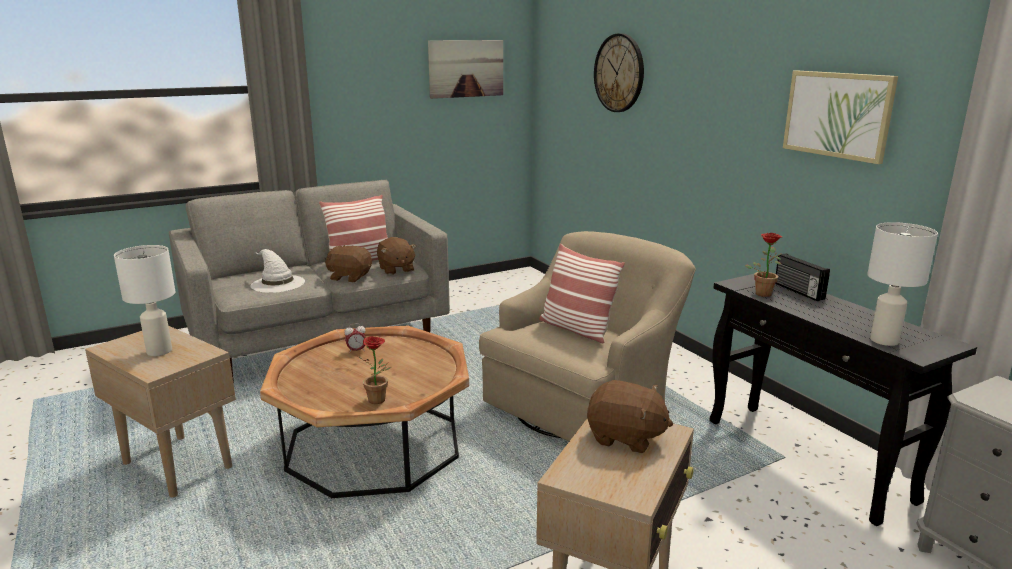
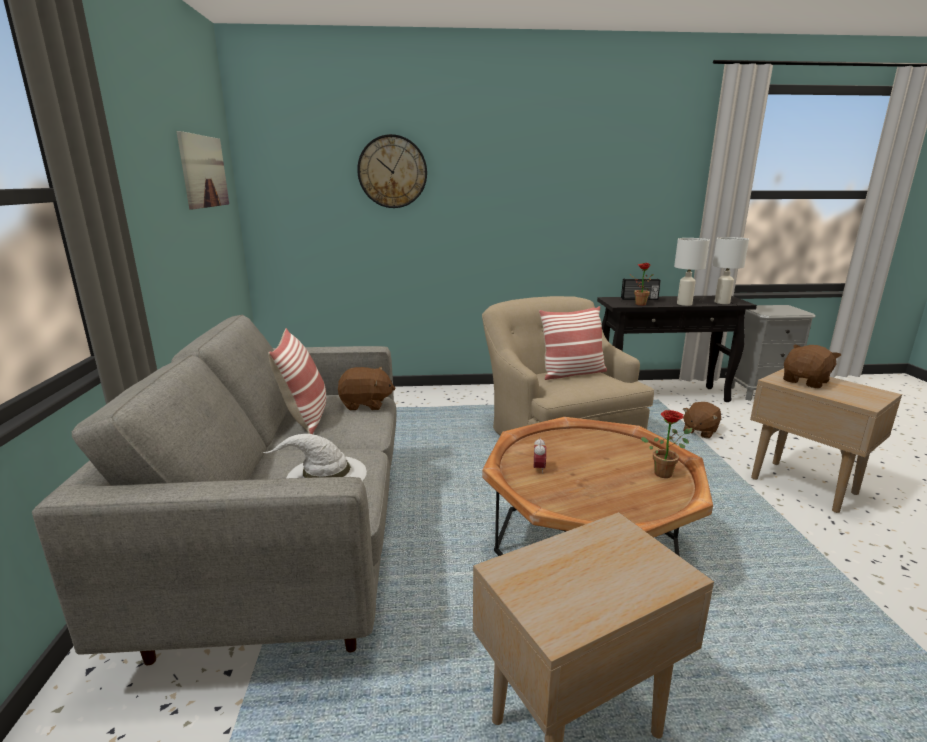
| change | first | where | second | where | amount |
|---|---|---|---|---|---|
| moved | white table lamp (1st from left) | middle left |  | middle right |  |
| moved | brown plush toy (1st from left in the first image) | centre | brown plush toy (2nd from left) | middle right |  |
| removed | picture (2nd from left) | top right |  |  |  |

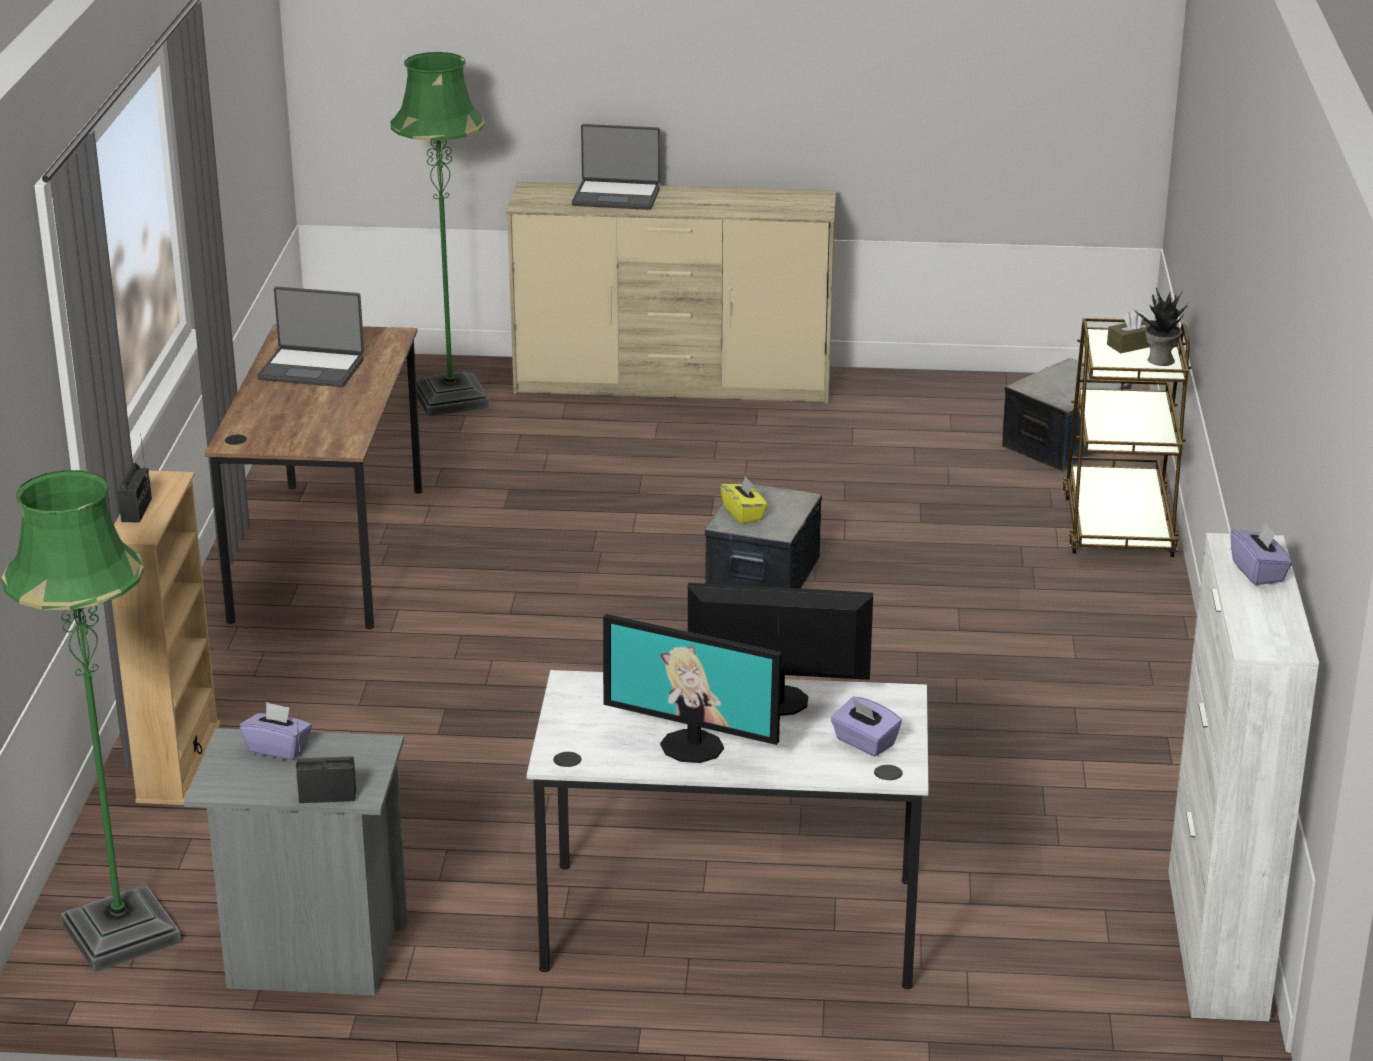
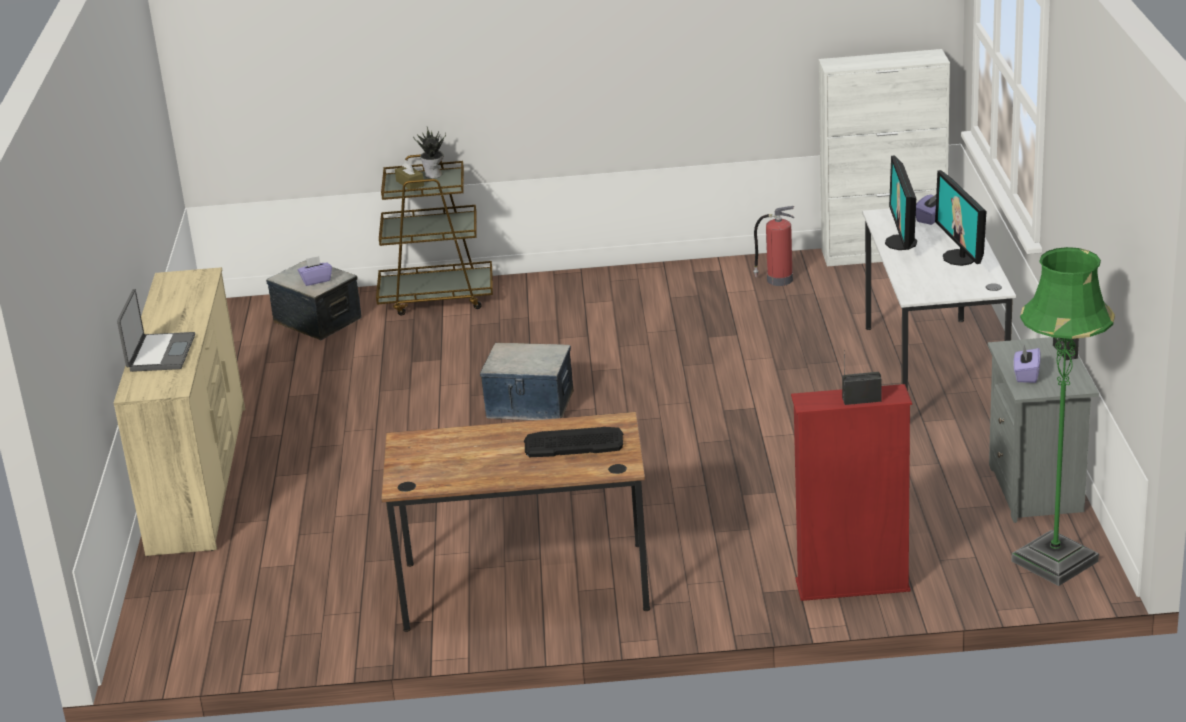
| change | first | where | second | where | amount |
|---|---|---|---|---|---|
| moved | purple tissue box (3rd from left in the first image) | middle right | purple tissue box (1st from left) | middle left |  |
| added |  |  | keyboard | centre |  |
| added |  |  | fire extinguisher | centre |  |
| recoloured | beige bookcase | middle left | red bookcase | bottom right |  |
| turned | monitor (1st from left in the first image) | centre | monitor (2nd from left) | top right | 150 degrees clockwise |
| removed | laptop (1st from left) | top left |  |  |  |
| removed | green floor lamp (2nd from left) | top left |  |  |  |
| removed | yellow tissue box | centre |  |  |  |

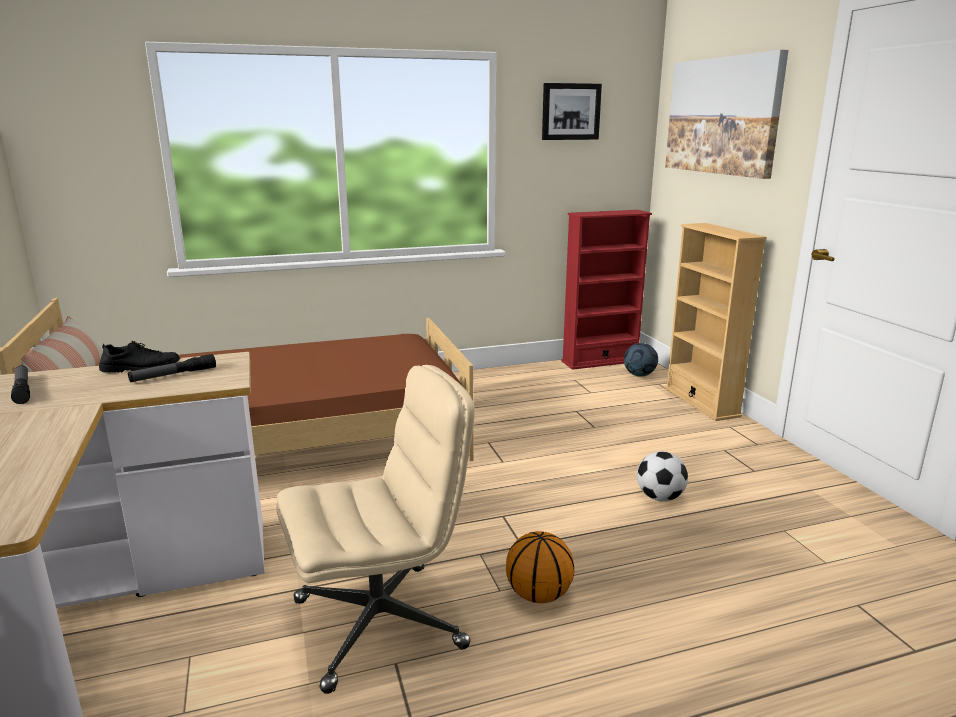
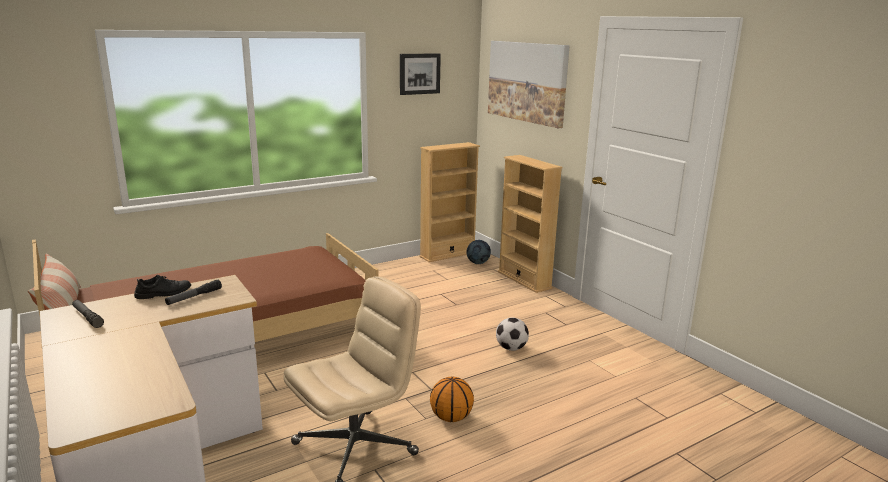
| change | first | where | second | where | amount |
|---|---|---|---|---|---|
| recoloured | red bookcase | centre | beige bookcase (1st from left) | centre |  |

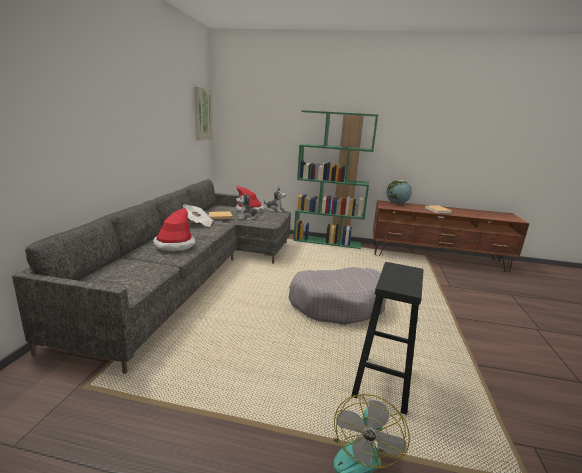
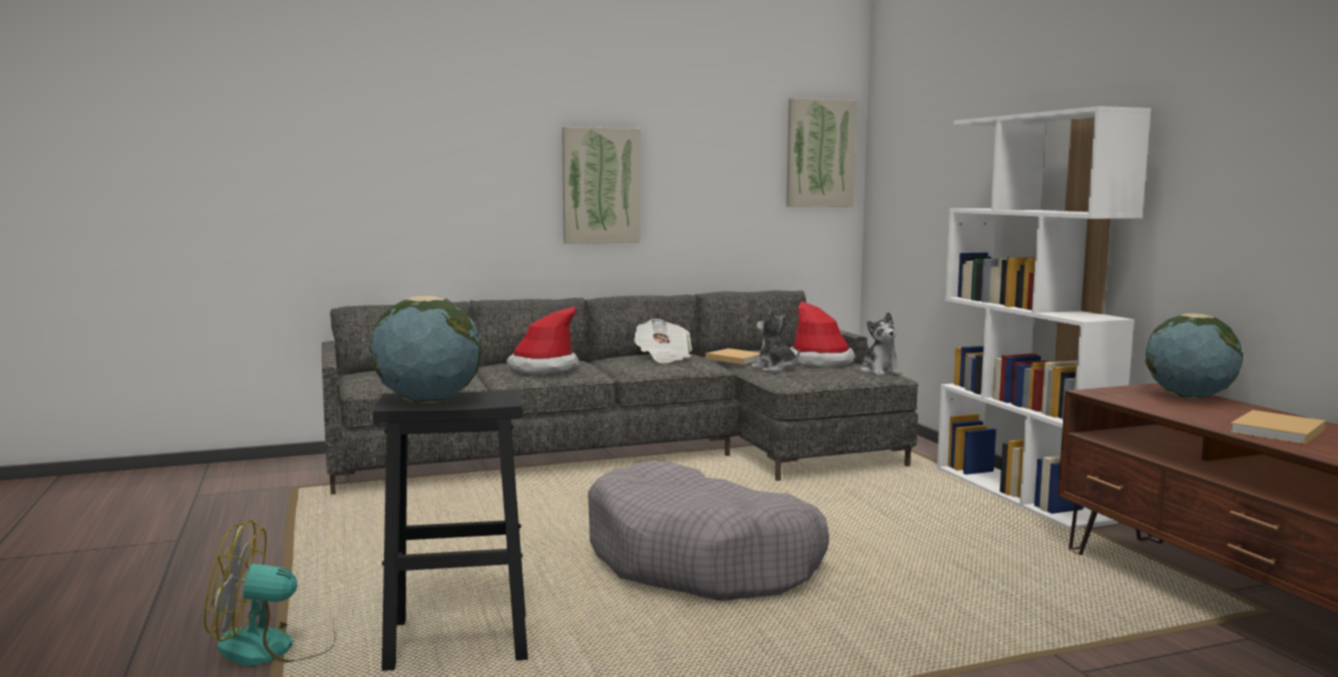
| change | first | where | second | where | amount |
|---|---|---|---|---|---|
| added |  |  | globe (1st from left) | middle left |  |
| added |  |  | picture (1st from left) | top centre |  |
| recoloured | green bookcase | centre | white bookcase | middle right |  |

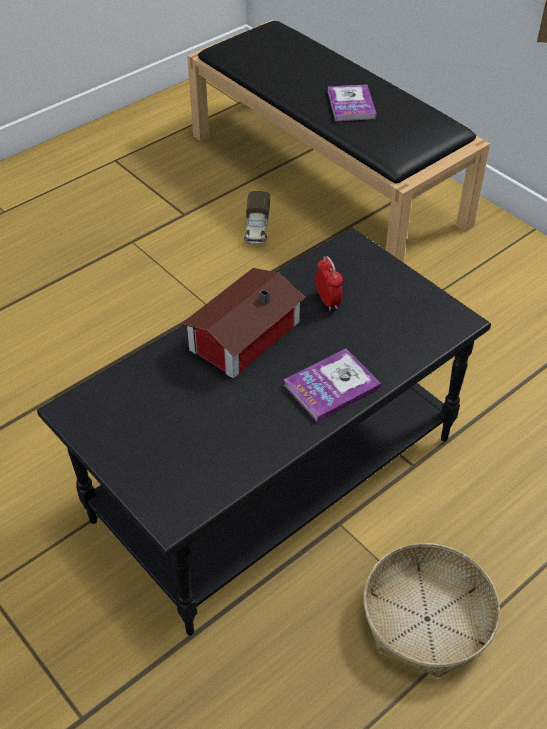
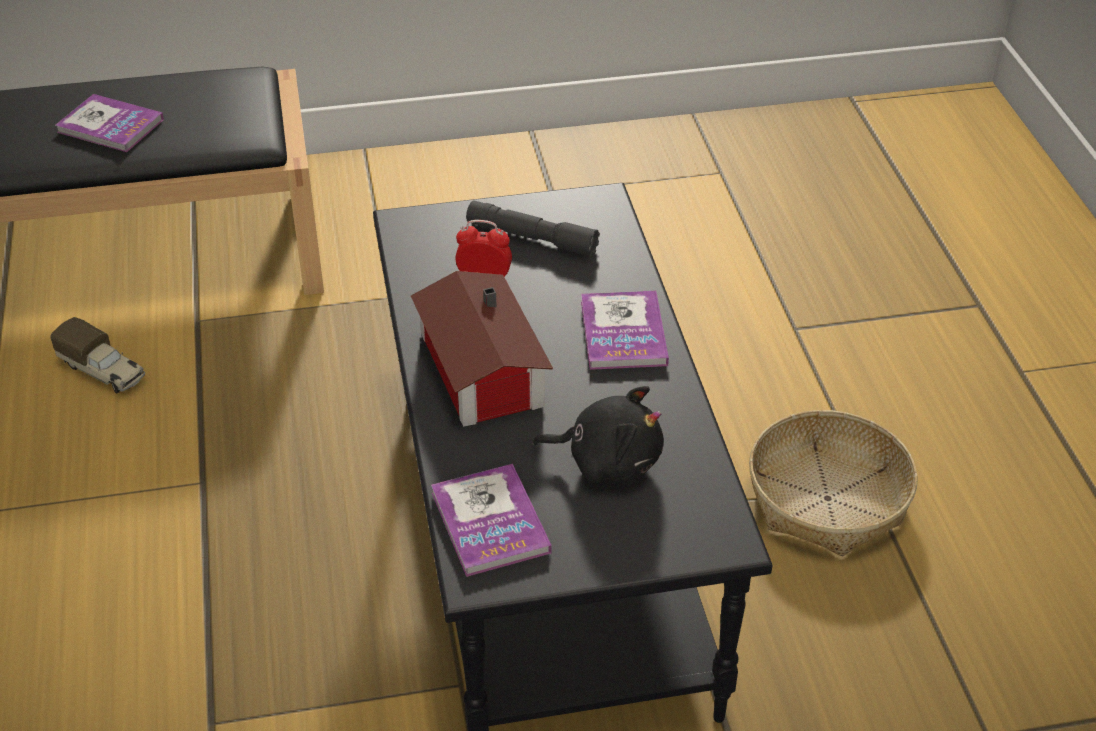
| change | first | where | second | where | amount |
|---|---|---|---|---|---|
| added |  |  | book (2nd from left) | bottom centre |  |
| added |  |  | grey flashlight | top centre |  |
| added |  |  | black plush toy | centre |  |

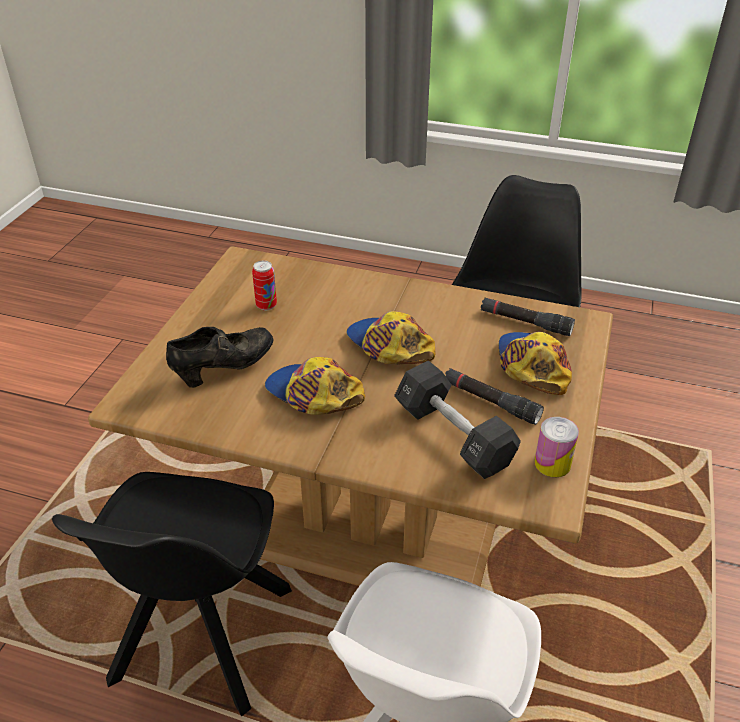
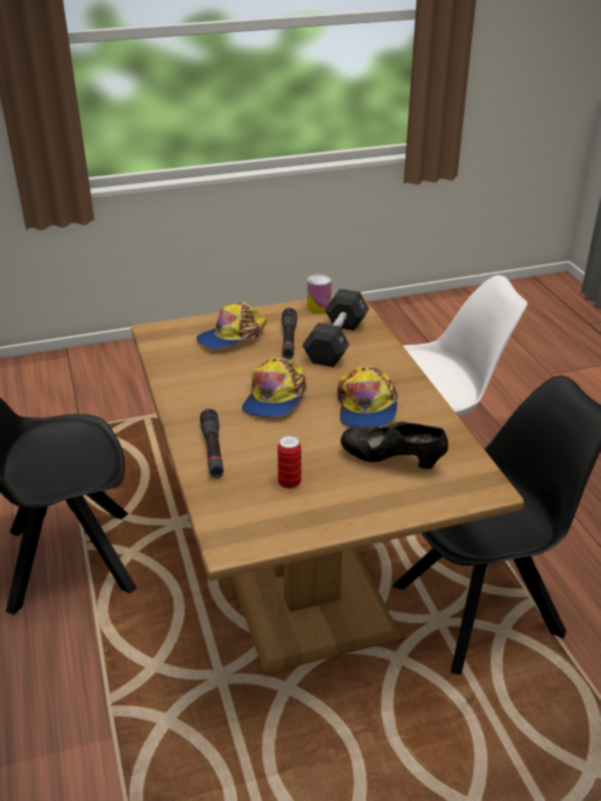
| change | first | where | second | where | amount |
|---|---|---|---|---|---|
| moved | black flashlight (2nd from left in the first image) | middle right | black flashlight (1st from left) | centre |  |

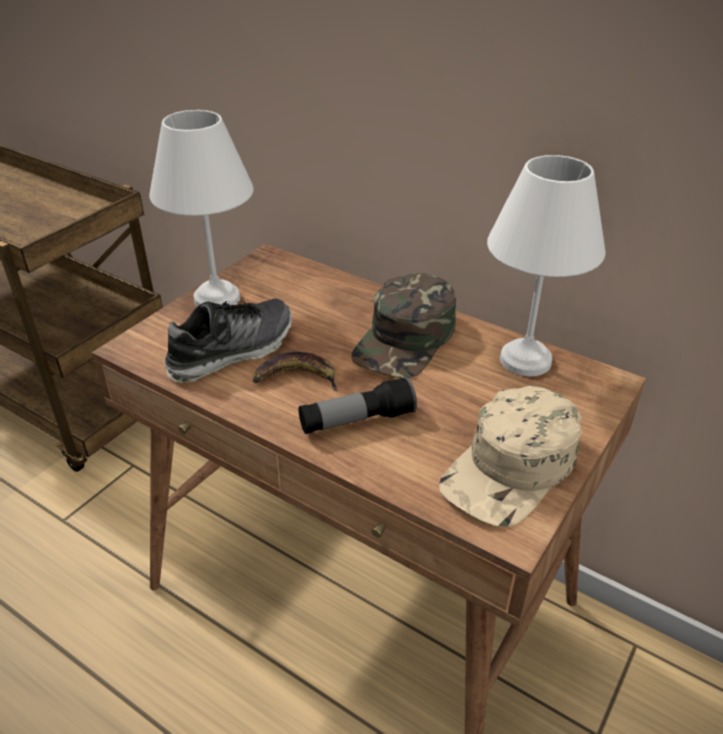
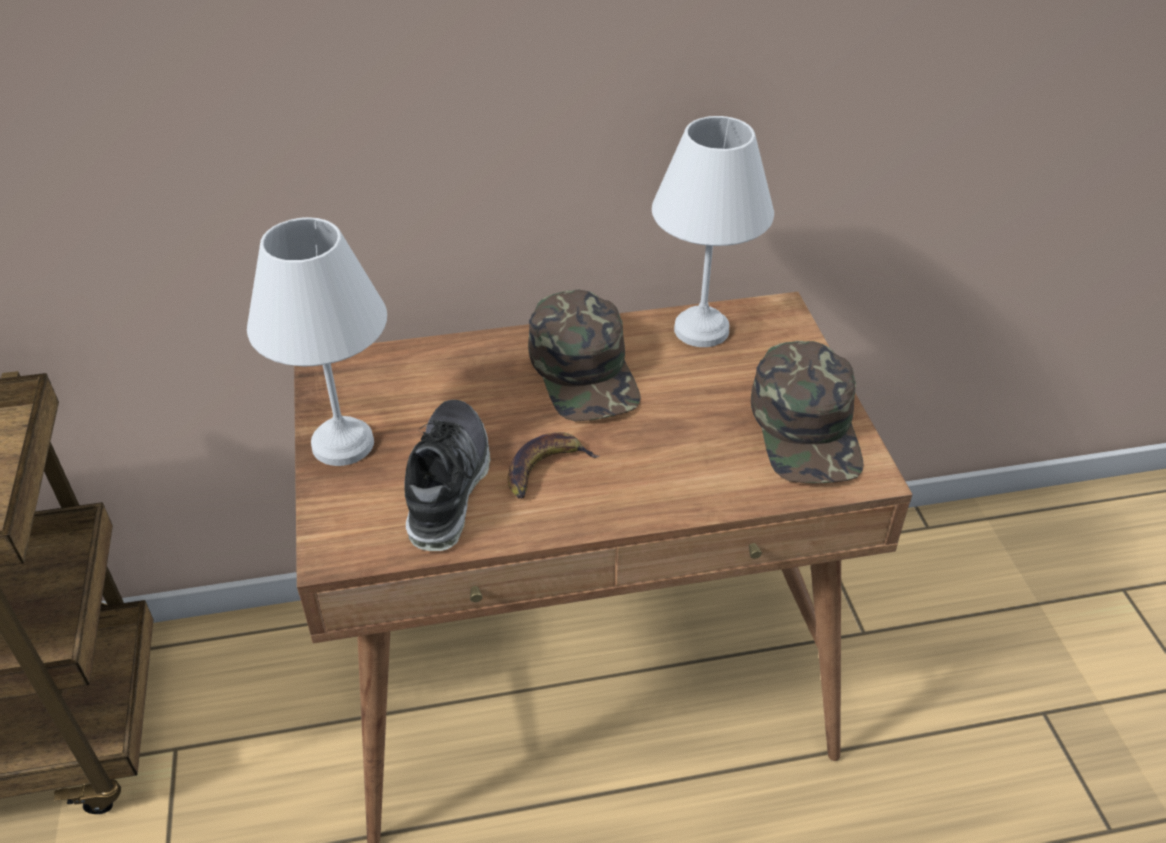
| change | first | where | second | where | amount |
|---|---|---|---|---|---|
| recoloured | beige cap | middle right | green cap (2nd from left) | middle right |  |
| removed | flashlight | centre |  |  |  |

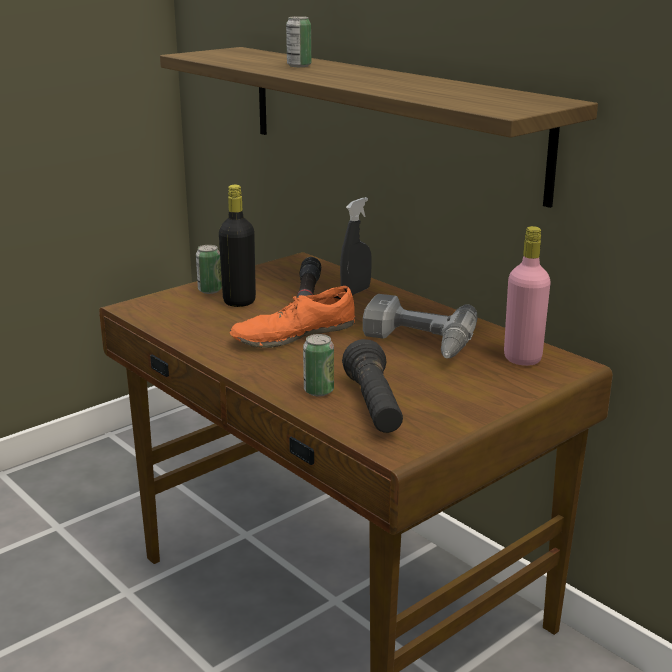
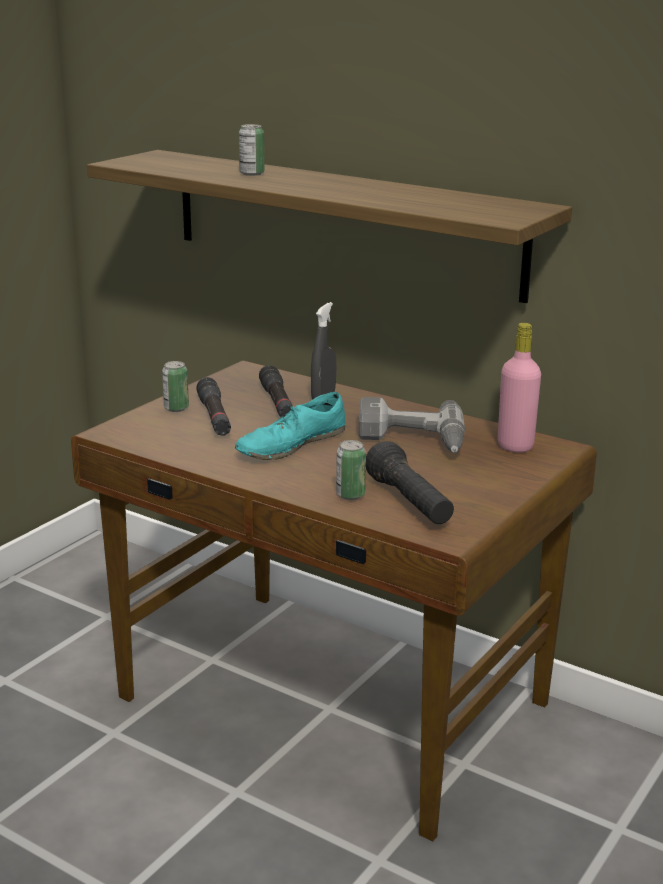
| change | first | where | second | where | amount |
|---|---|---|---|---|---|
| replaced | black bottle | centre | black flashlight (1st from left) | middle left |  |
| recoloured | orange shoe | centre | turquoise shoe | centre |  |

